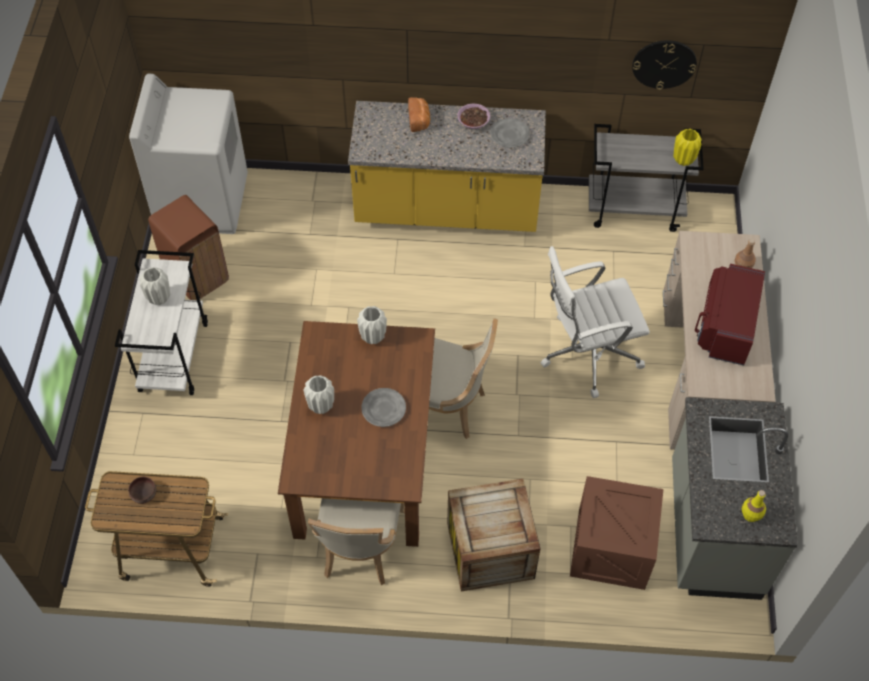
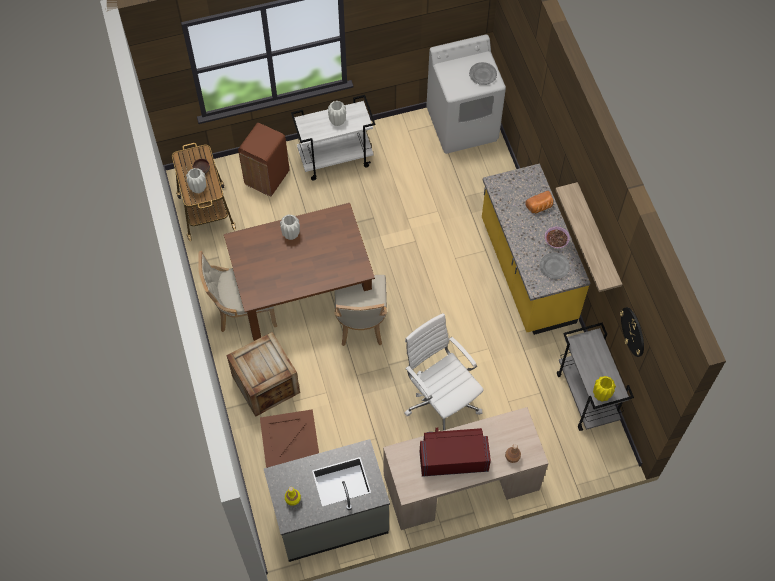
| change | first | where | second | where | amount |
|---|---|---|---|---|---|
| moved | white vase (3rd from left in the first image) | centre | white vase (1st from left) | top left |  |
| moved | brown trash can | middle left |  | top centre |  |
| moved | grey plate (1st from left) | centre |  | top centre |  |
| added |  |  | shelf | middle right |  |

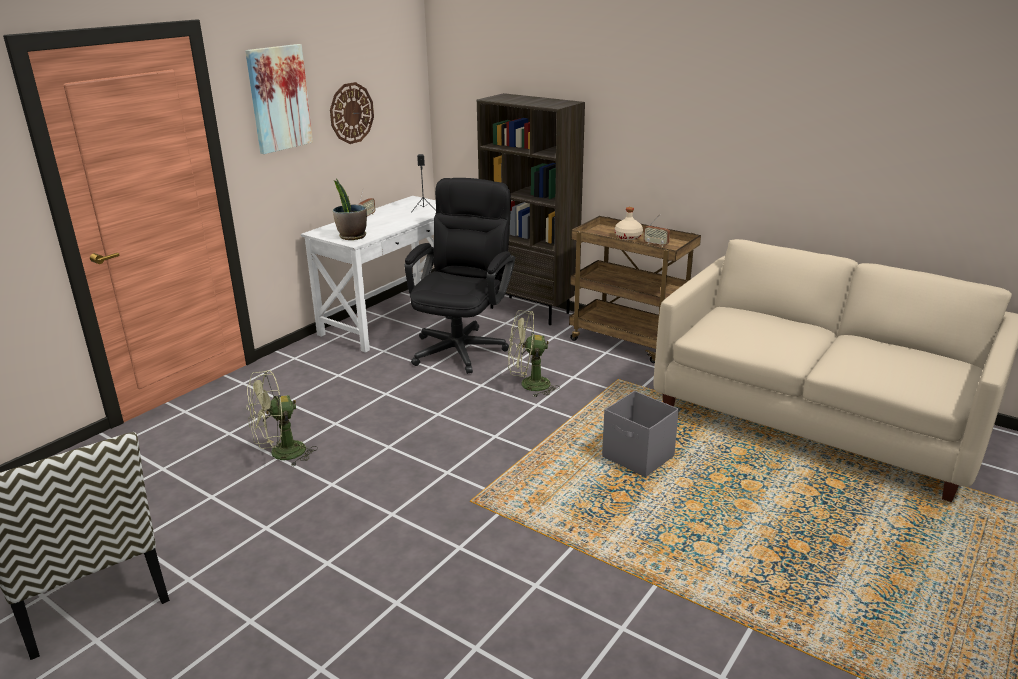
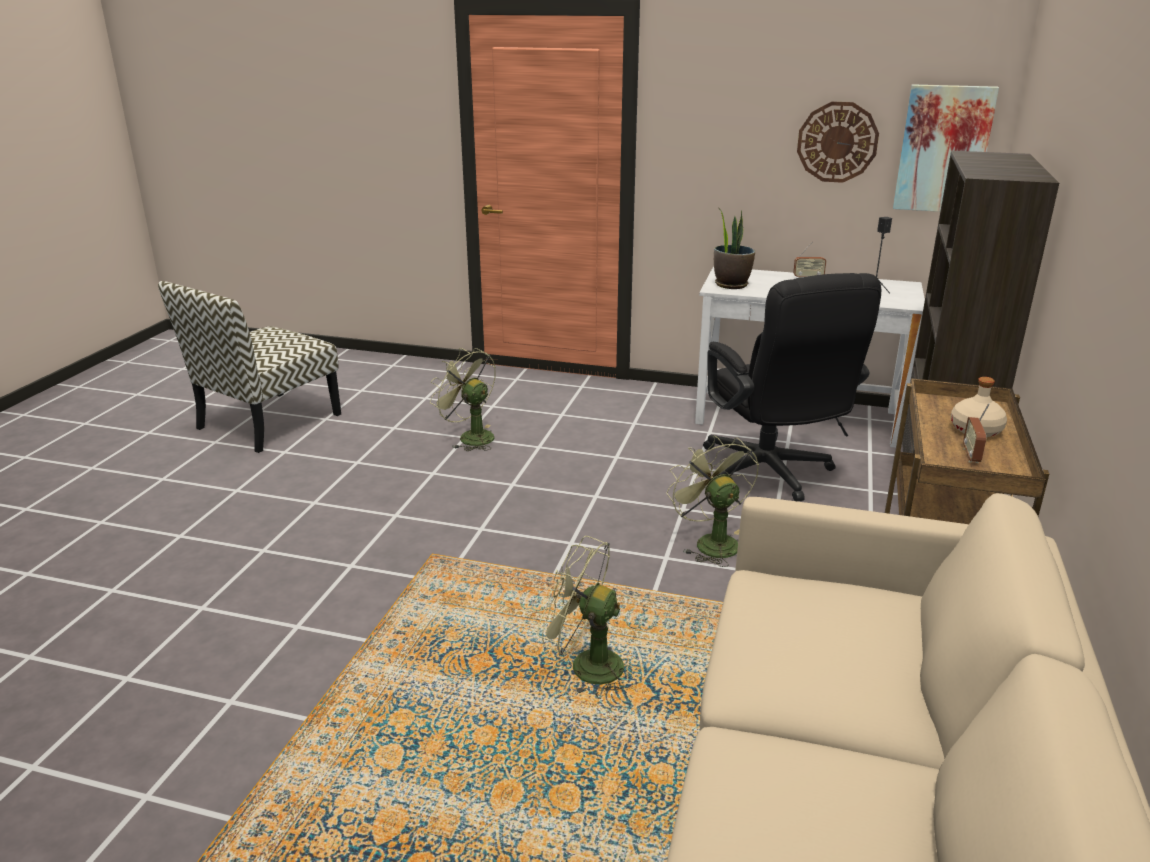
| change | first | where | second | where | amount |
|---|---|---|---|---|---|
| replaced | grey storage box | centre | green fan (2nd from left) | bottom centre |  |
| turned | black office chair | centre |  | middle right | 75 degrees clockwise |
| moved | picture | top left |  | top right |  |

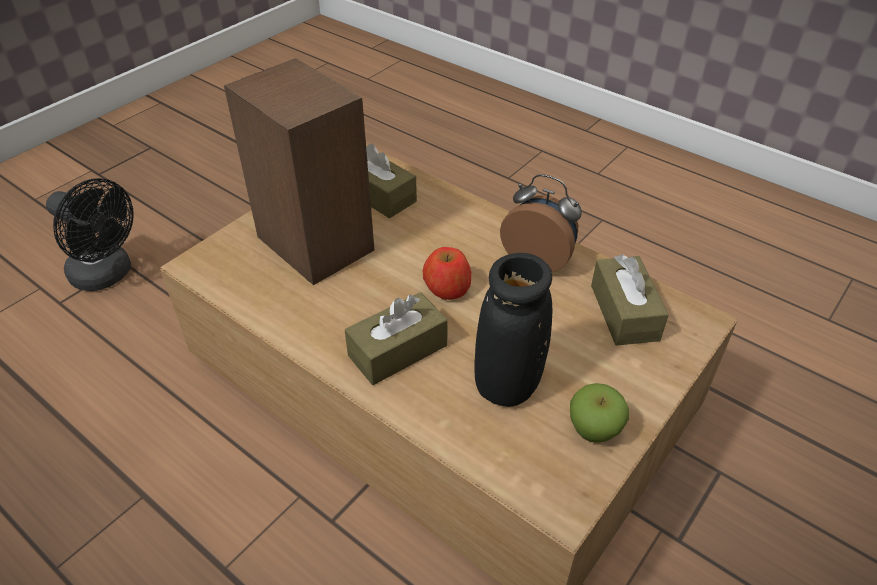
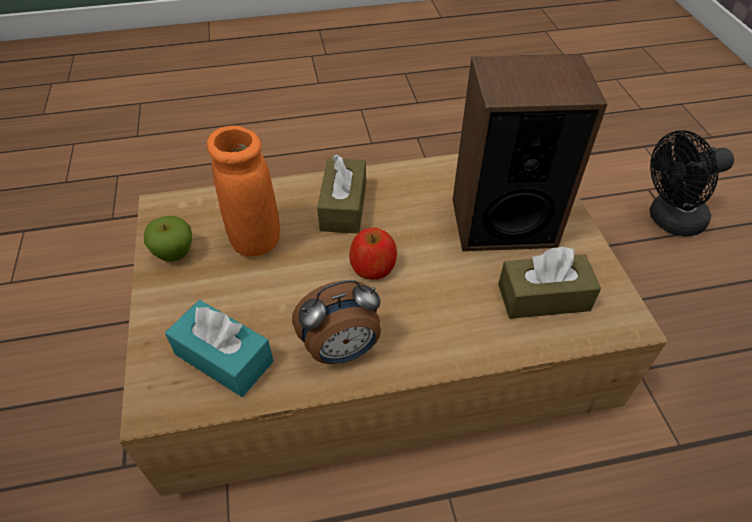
| change | first | where | second | where | amount |
|---|---|---|---|---|---|
| recoloured | brown tissue box (3rd from left) | middle right | turquoise tissue box | bottom left |  |
| recoloured | black vase | centre | orange vase | middle left |  |

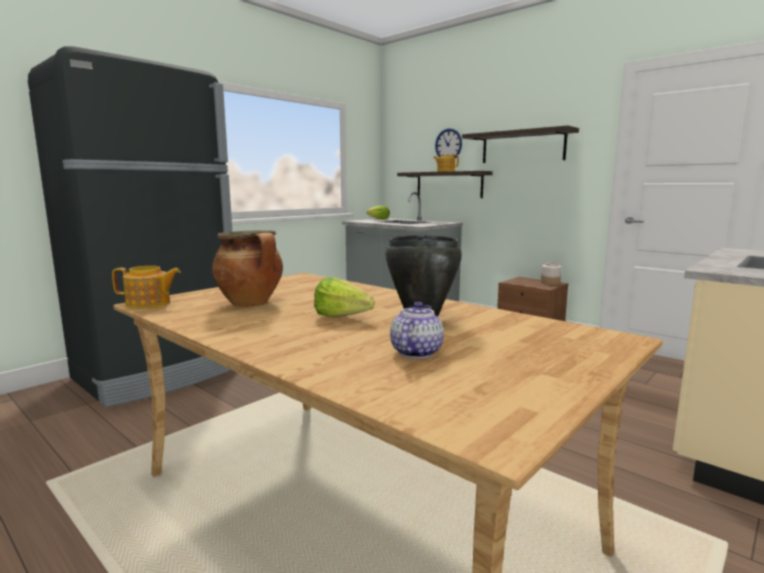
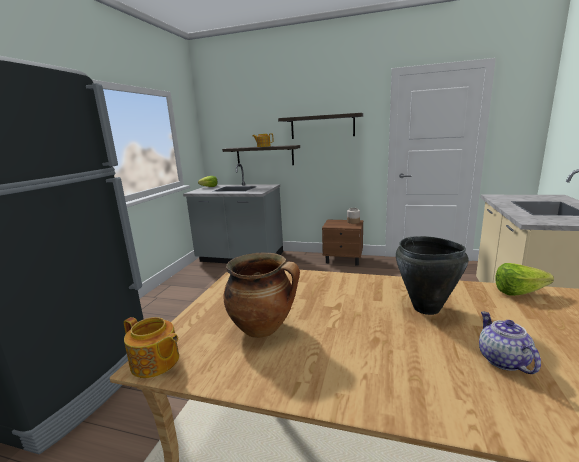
| change | first | where | second | where | amount |
|---|---|---|---|---|---|
| turned | teapot (1st from left) | middle left |  | bottom left | 60 degrees clockwise |
| moved | lettuce (1st from left in the first image) | centre | lettuce (2nd from left) | middle right |  |
| removed | wall clock | top centre |  |  |  |

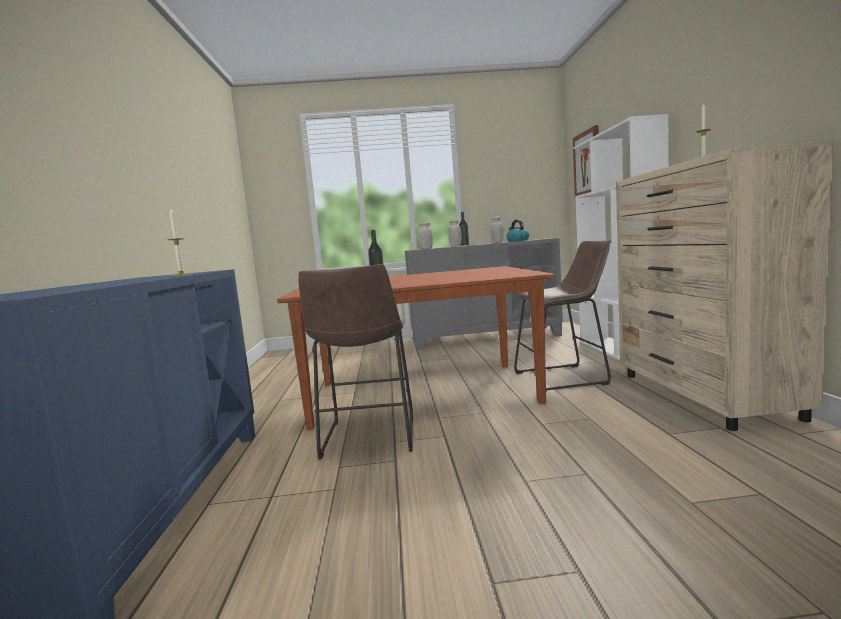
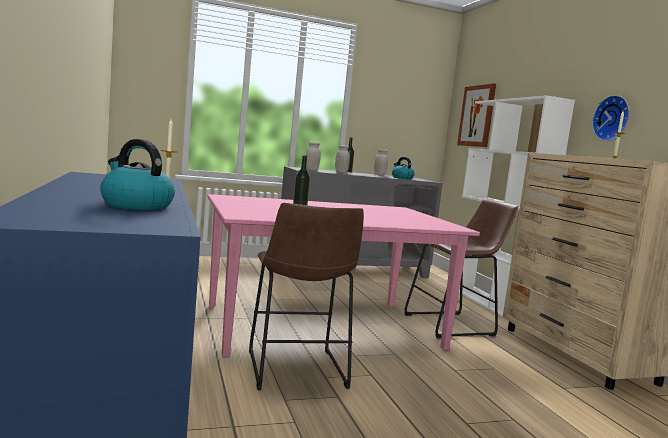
| change | first | where | second | where | amount |
|---|---|---|---|---|---|
| added |  |  | kettle (1st from left) | middle left |  |
| recoloured | brown dining table | centre | pink dining table | centre |  |
| added |  |  | wall clock | top right |  |

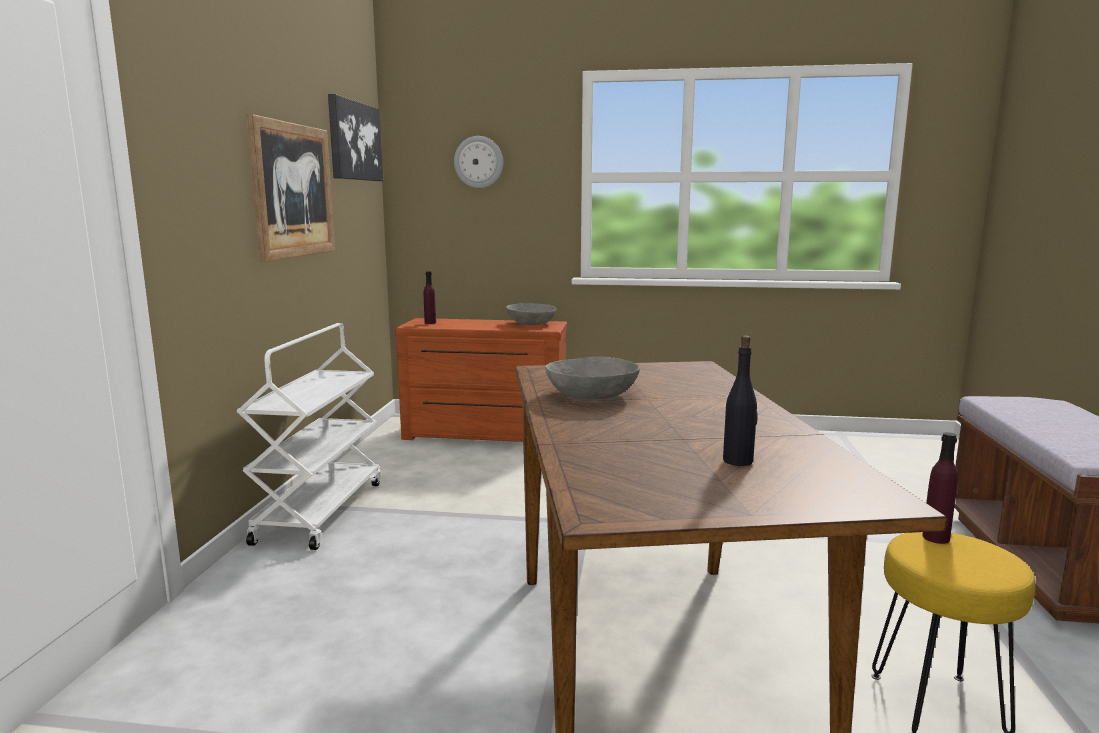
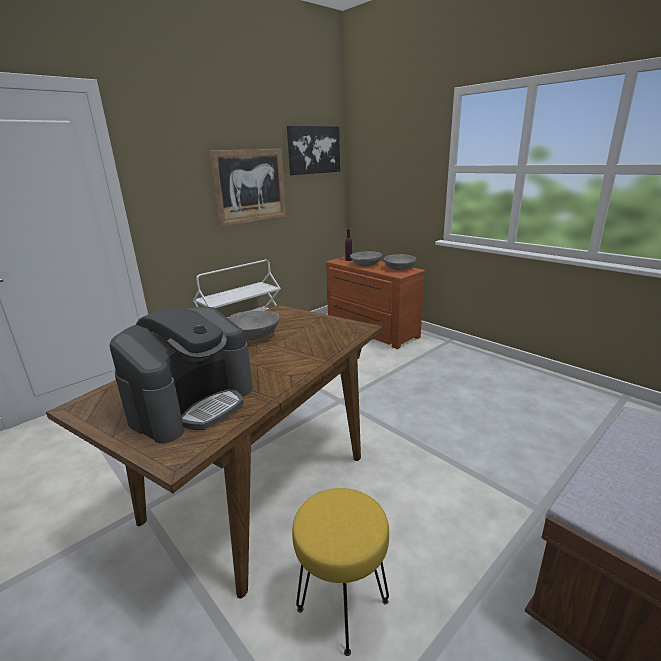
| change | first | where | second | where | amount |
|---|---|---|---|---|---|
| replaced | black bottle | middle right | coffee machine | middle left |  |
| added |  |  | grey bowl (2nd from left) | centre |  |
| removed | wall clock | top centre |  |  |  |
| removed | purple bottle (2nd from left) | middle right |  |  |  |

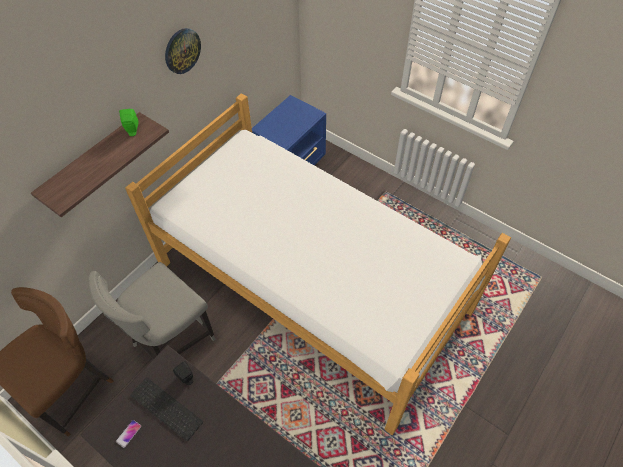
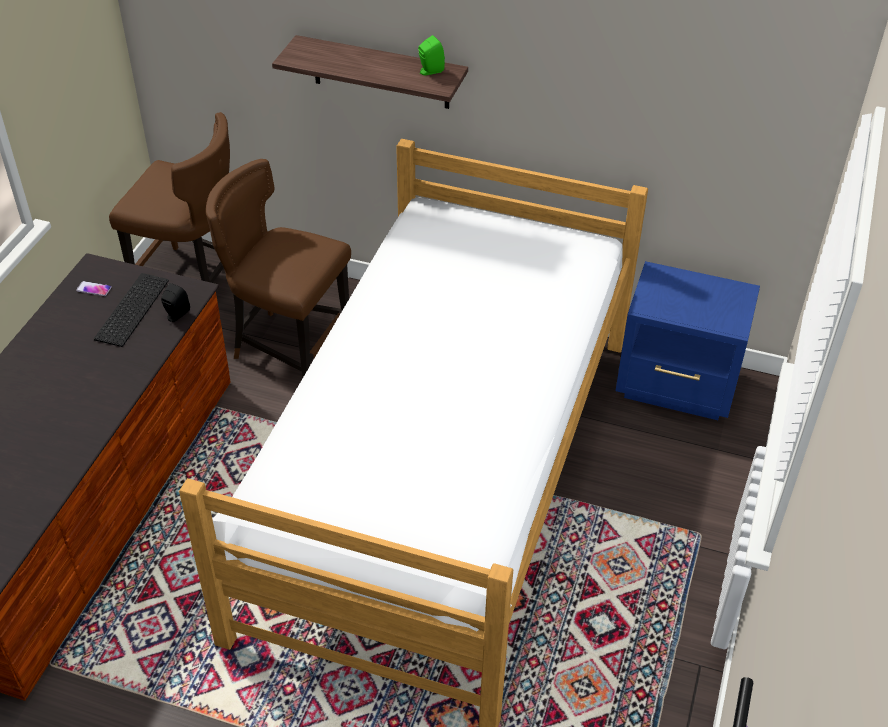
| change | first | where | second | where | amount |
|---|---|---|---|---|---|
| recoloured | grey chair | middle left | brown chair (2nd from left) | middle left |  |
| removed | wall clock | top left |  |  |  |

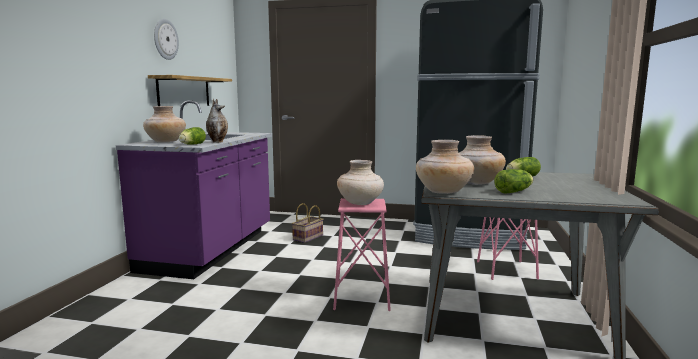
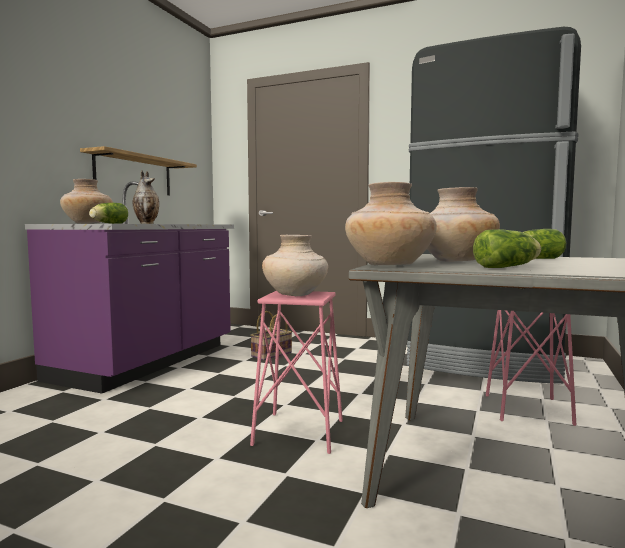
| change | first | where | second | where | amount |
|---|---|---|---|---|---|
| removed | wall clock | top left |  |  |  |

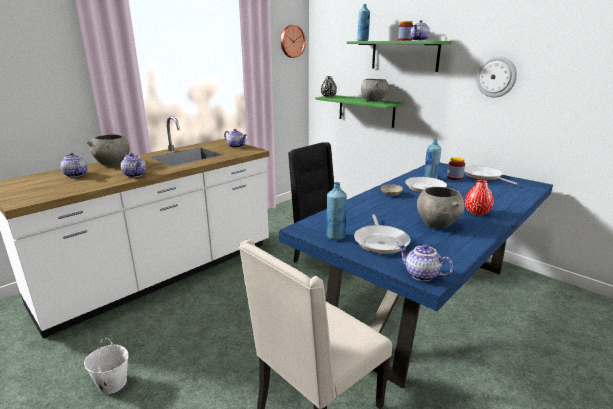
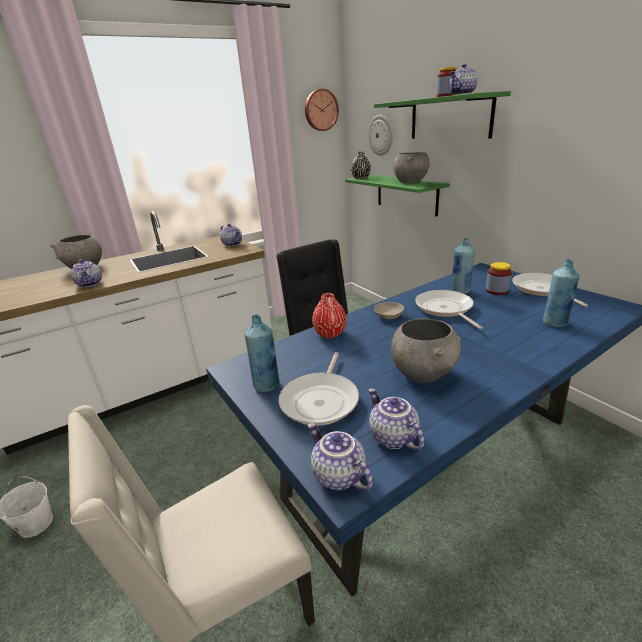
| change | first | where | second | where | amount |
|---|---|---|---|---|---|
| moved | red vase | middle right |  | centre |  |
| moved | wall clock (2nd from left) | top right |  | top centre |  |
| moved | teapot (1st from left in the first image) | middle left | teapot (4th from left) | centre |  |
| moved | blue bottle (2nd from left in the first image) | top centre | blue bottle (3rd from left) | middle right |  |

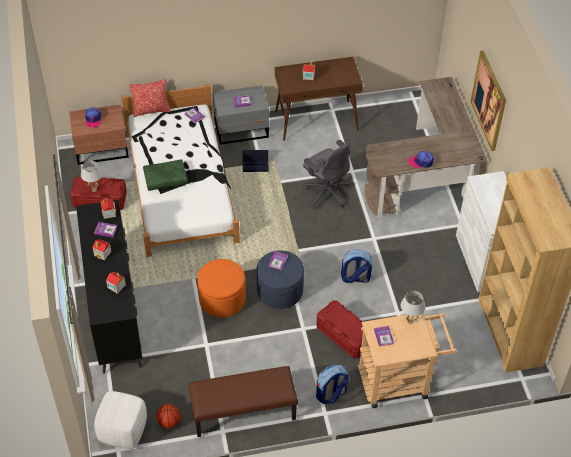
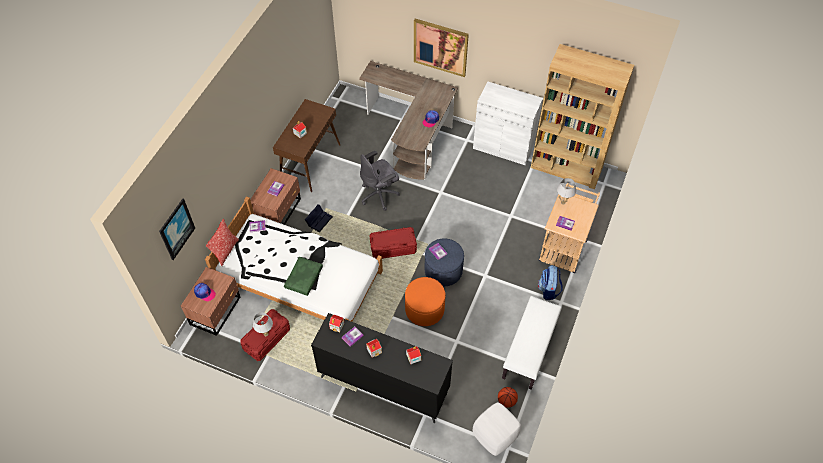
| change | first | where | second | where | amount |
|---|---|---|---|---|---|
| added |  |  | picture (1st from left) | middle left |  |
| recoloured | grey nightstand | top centre | brown nightstand (2nd from left) | centre |  |
| turned | grey office chair | centre |  | centre | 150 degrees clockwise |
| moved | red storage box (2nd from left) | bottom centre |  | centre |  |
| recoloured | brown bench | bottom centre | white bench | bottom centre |  |
| removed | backpack (2nd from left) | centre |  |  |  |

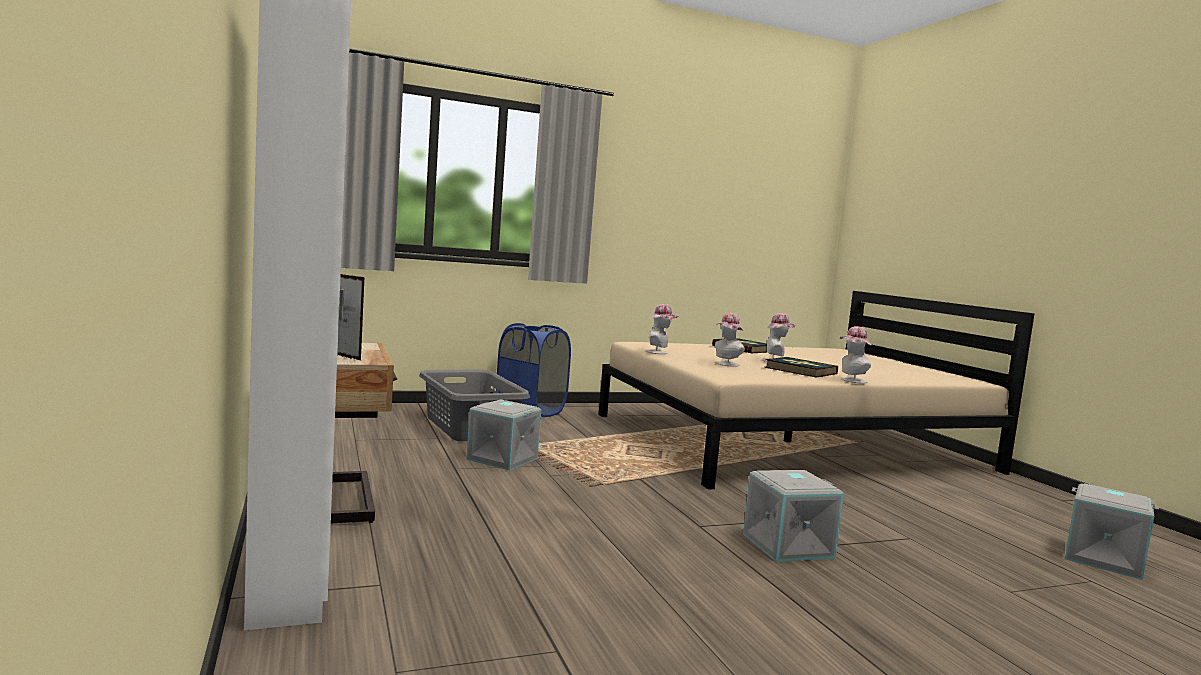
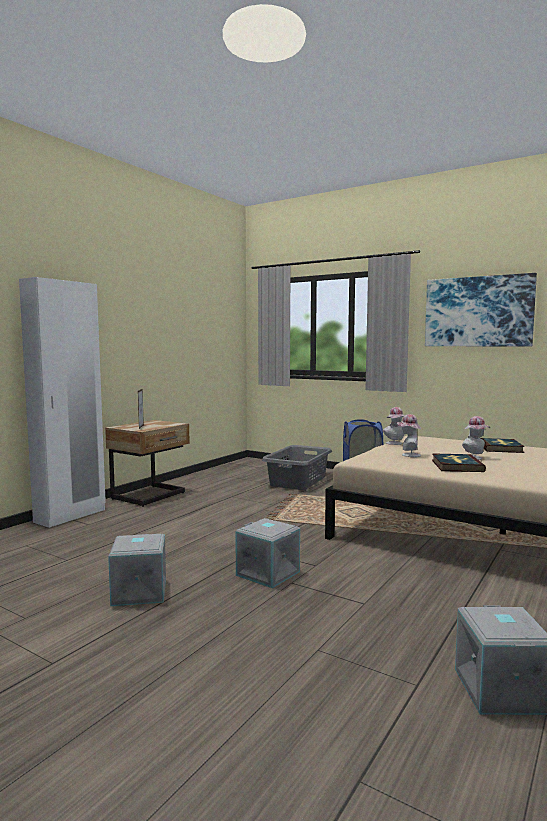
| change | first | where | second | where | amount |
|---|---|---|---|---|---|
| moved | grey storage box (1st from left) | centre |  | bottom left |  |
| added |  |  | picture | middle right |  |
| removed | hat (4th from left) | middle right |  |  |  |

